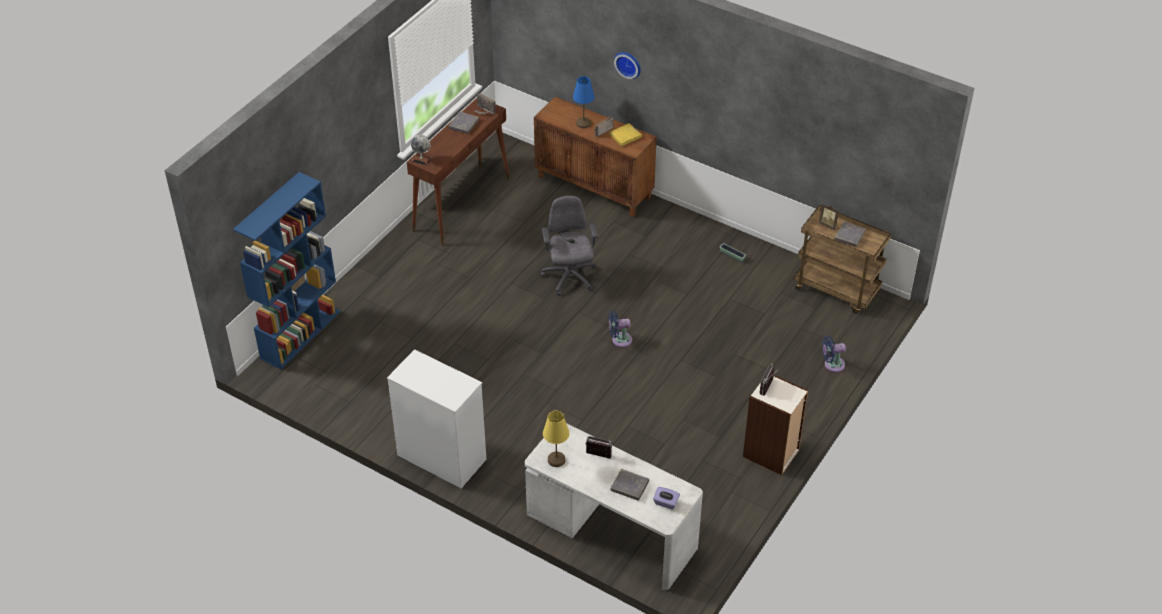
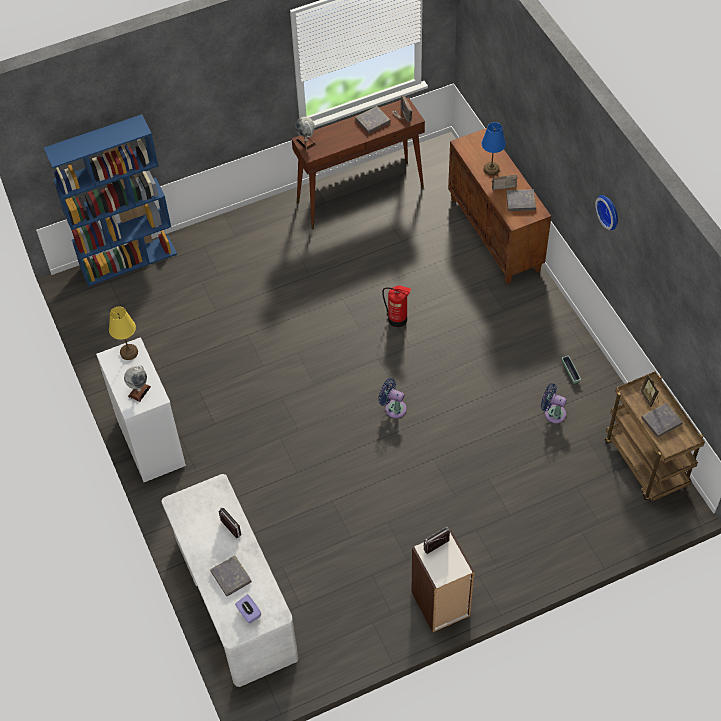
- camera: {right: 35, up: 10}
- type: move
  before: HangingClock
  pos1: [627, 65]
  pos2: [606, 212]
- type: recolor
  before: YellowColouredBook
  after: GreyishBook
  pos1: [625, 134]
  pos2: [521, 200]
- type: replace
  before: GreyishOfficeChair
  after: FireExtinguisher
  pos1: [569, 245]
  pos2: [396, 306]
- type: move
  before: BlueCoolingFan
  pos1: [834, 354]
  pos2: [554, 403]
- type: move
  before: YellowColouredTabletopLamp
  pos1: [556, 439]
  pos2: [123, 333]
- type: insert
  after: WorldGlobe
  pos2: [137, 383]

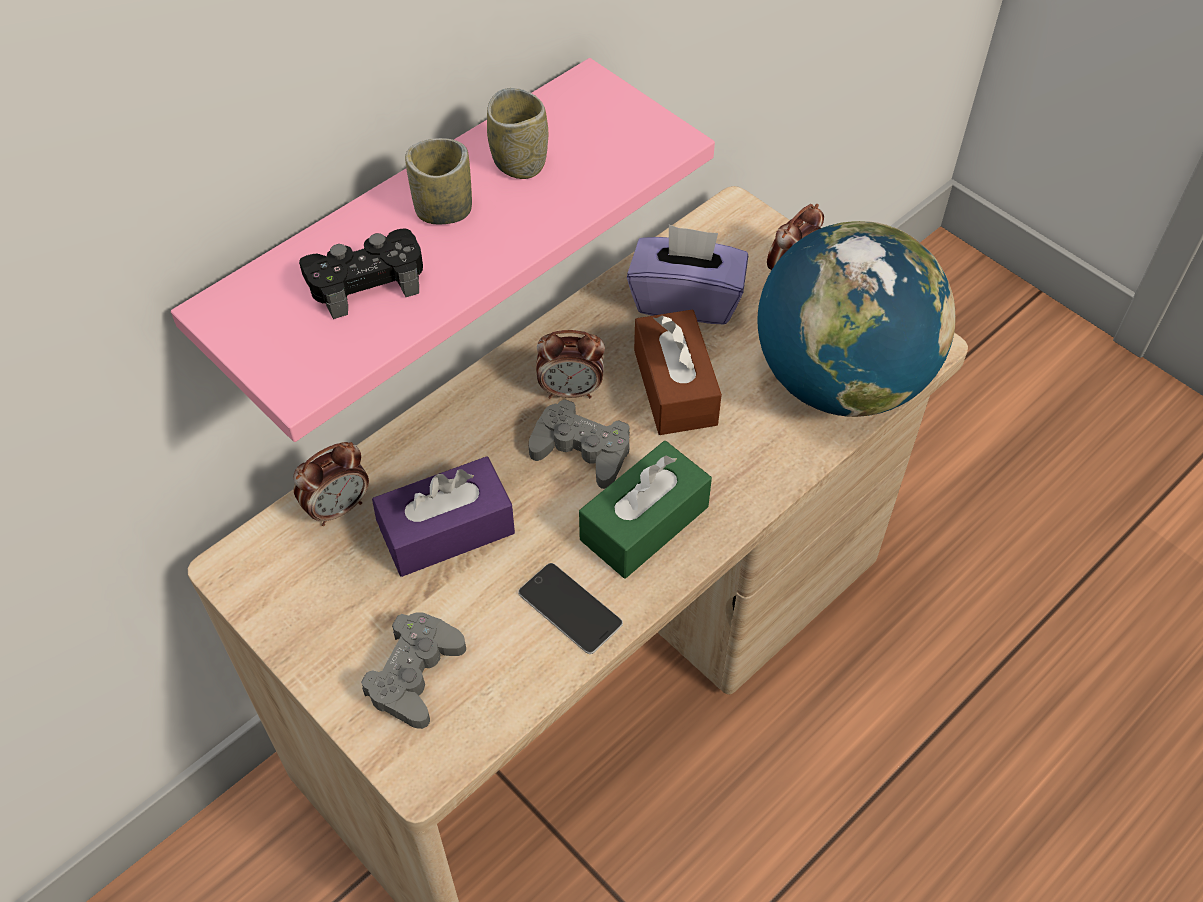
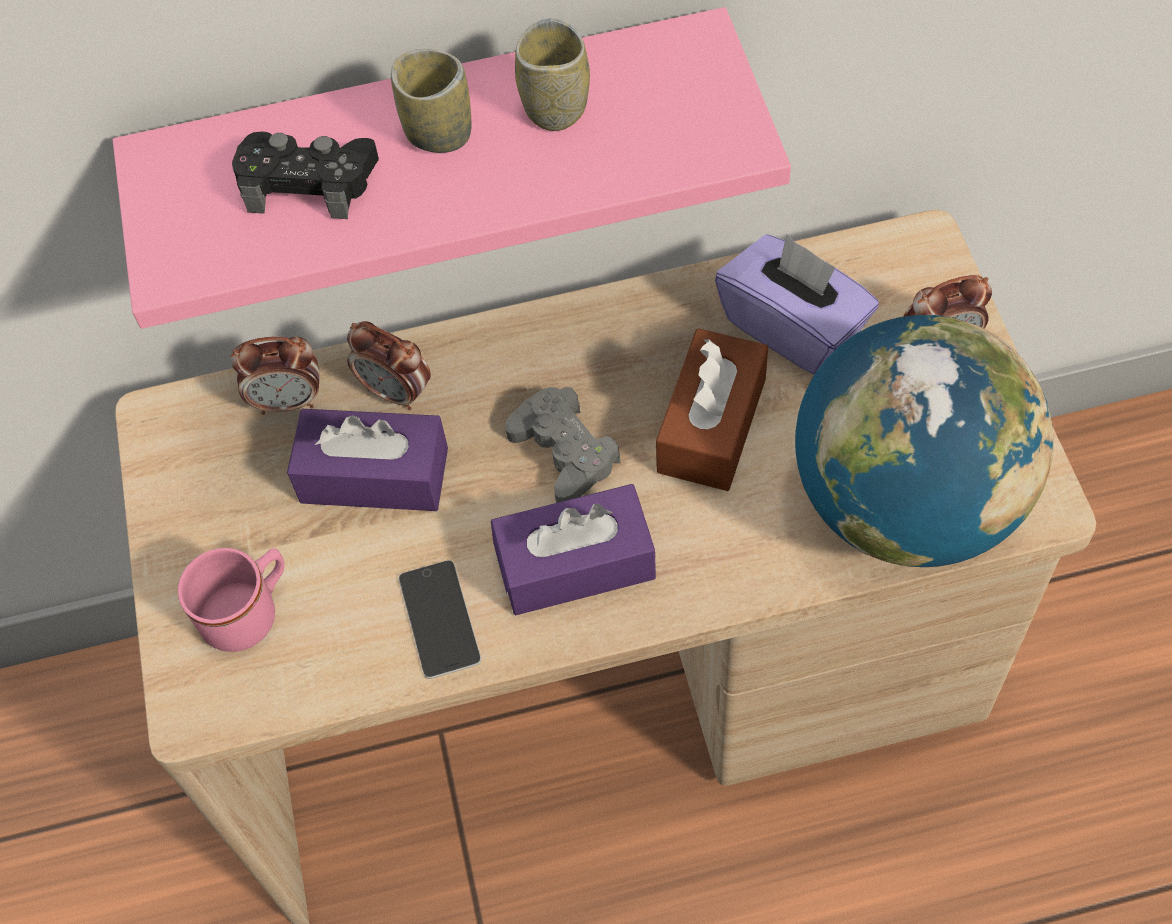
- camera: {right: 35, up: 5}
- type: move
  before: BedsideClock
  pos1: [570, 364]
  pos2: [389, 365]
- type: recolor
  before: GreenColouredTissueHolder
  after: PurpleTissueHolder
  pos1: [645, 509]
  pos2: [573, 549]
- type: replace
  before: GreyishGameController
  after: PinkTeaMug
  pos1: [413, 670]
  pos2: [231, 600]

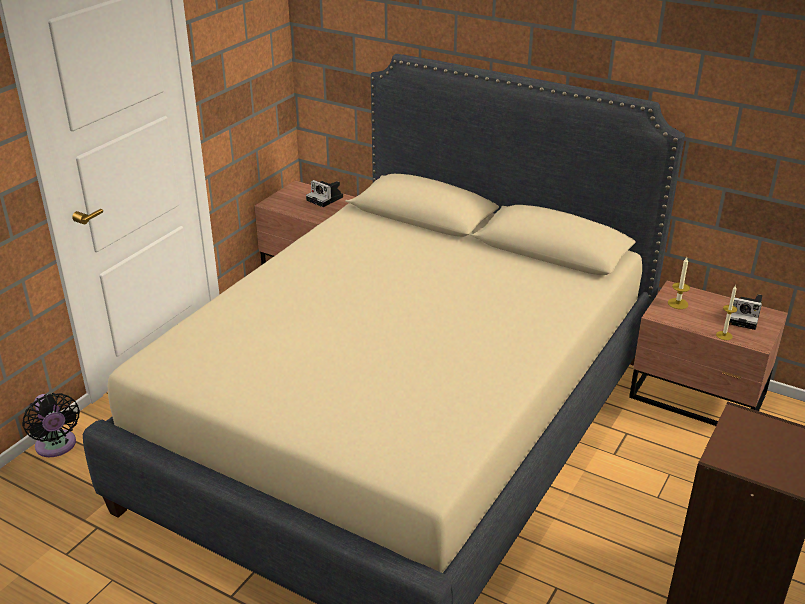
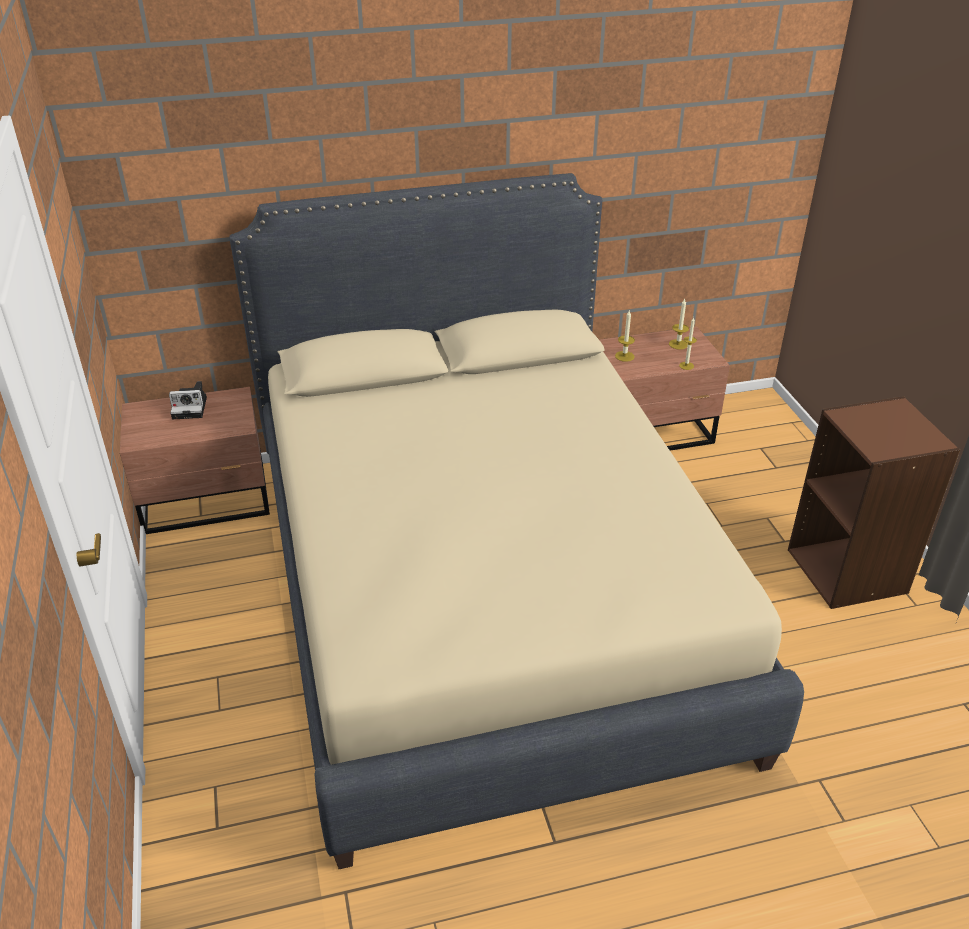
- camera: {right: -45, up: 5}
- type: replace
  before: StillCamera
  after: Candle
  pos1: [745, 312]
  pos2: [679, 324]
- type: delete
  before: BlackCoolingFan
  pos1: [51, 425]

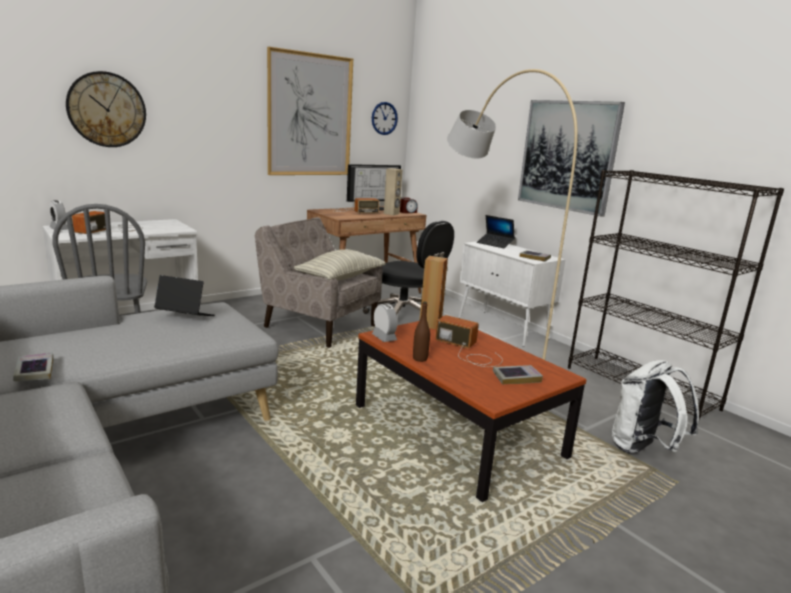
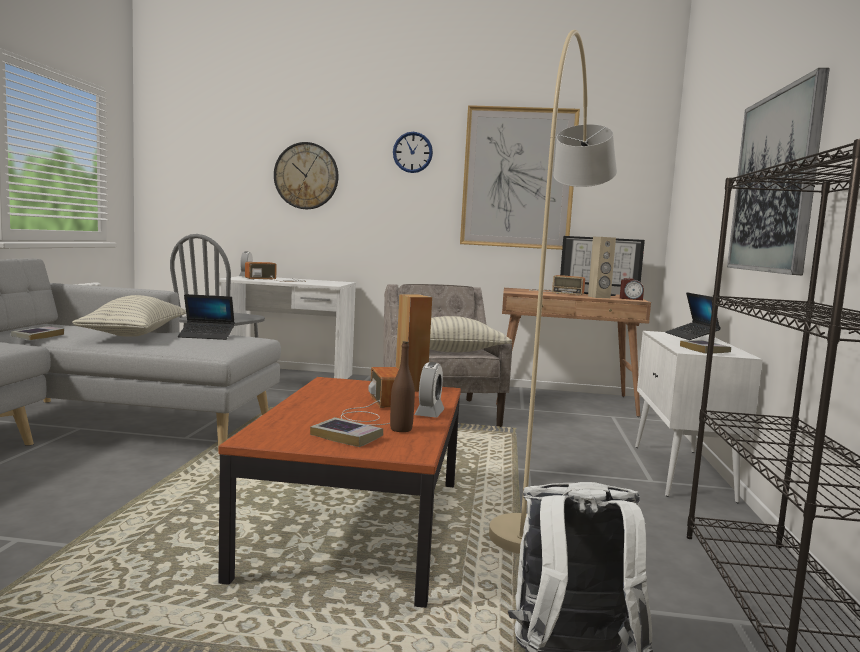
- camera: {right: 45, up: -10}
- type: move
  before: HangingClock
  pos1: [385, 118]
  pos2: [413, 152]
- type: delete
  before: BlackOfficeChair
  pos1: [408, 268]
- type: rotate
  before: PortableComputer
  pos1: [184, 295]
  pos2: [206, 317]
  turn: 120
- type: move
  before: BrownColouredDrinkBottle
  pos1: [421, 332]
  pos2: [402, 386]
- type: move
  before: BedsideClock
  pos1: [384, 322]
  pos2: [429, 389]
- type: insert
  after: Cushion
  pos2: [129, 316]

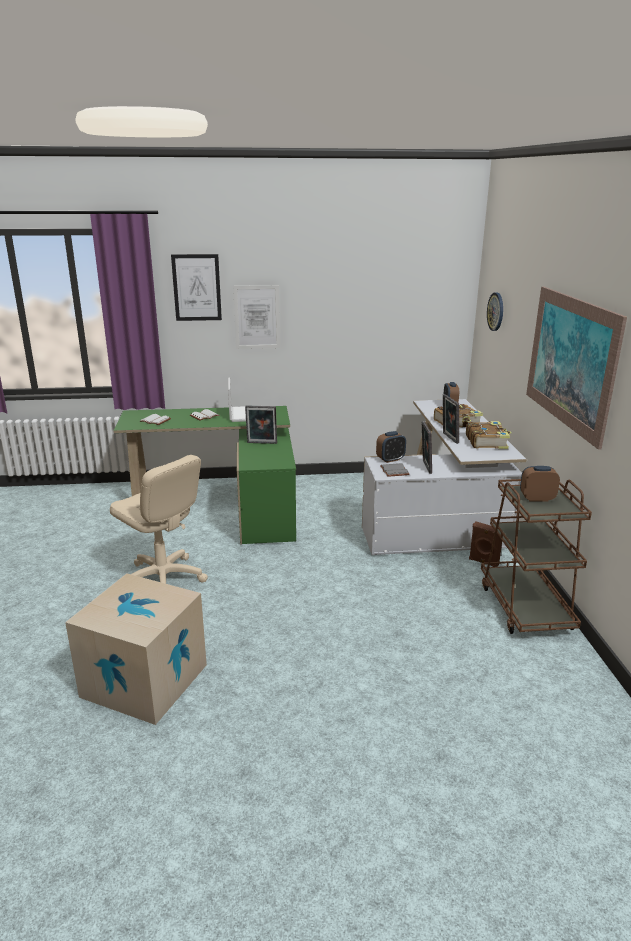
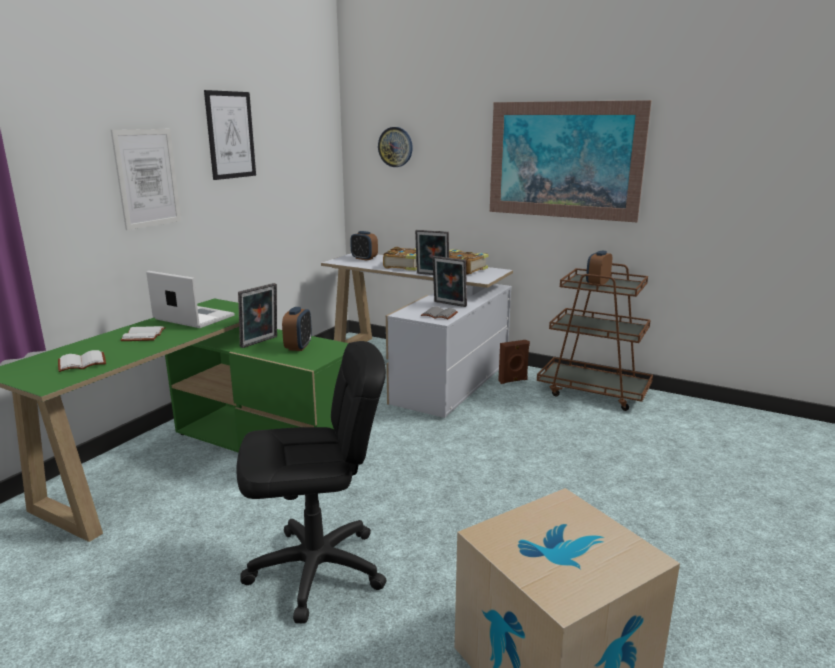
- camera: {right: -55, up: -5}
- type: move
  before: WallArt
  pos1: [196, 287]
  pos2: [230, 135]
- type: move
  before: BedsideClock
  pos1: [391, 447]
  pos2: [297, 329]
- type: recolor
  before: BeigeOfficeChair
  after: BlackOfficeChair
  pos1: [159, 519]
  pos2: [311, 482]

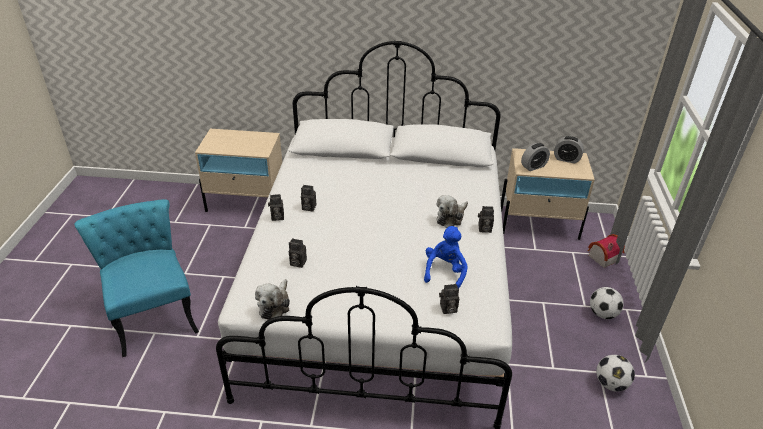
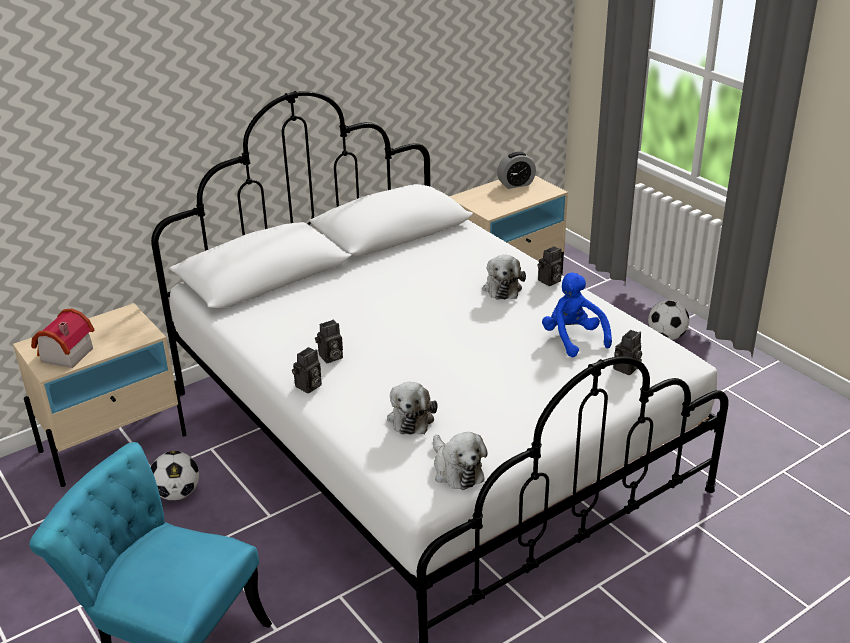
- camera: {right: -40, up: -5}
- type: delete
  before: BedsideClock
  pos1: [535, 157]
- type: move
  before: MiniatureHouse
  pos1: [606, 251]
  pos2: [63, 338]
- type: replace
  before: StillCamera
  after: CuddlyToy
  pos1: [298, 253]
  pos2: [412, 408]
- type: move
  before: FootballBall
  pos1: [615, 373]
  pos2: [175, 476]

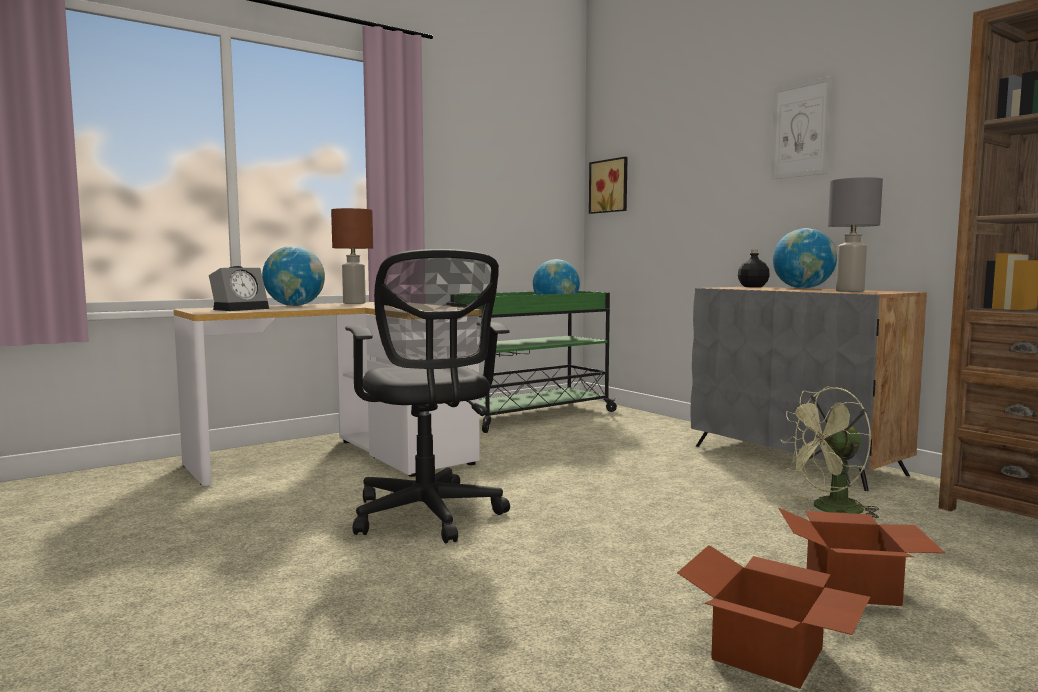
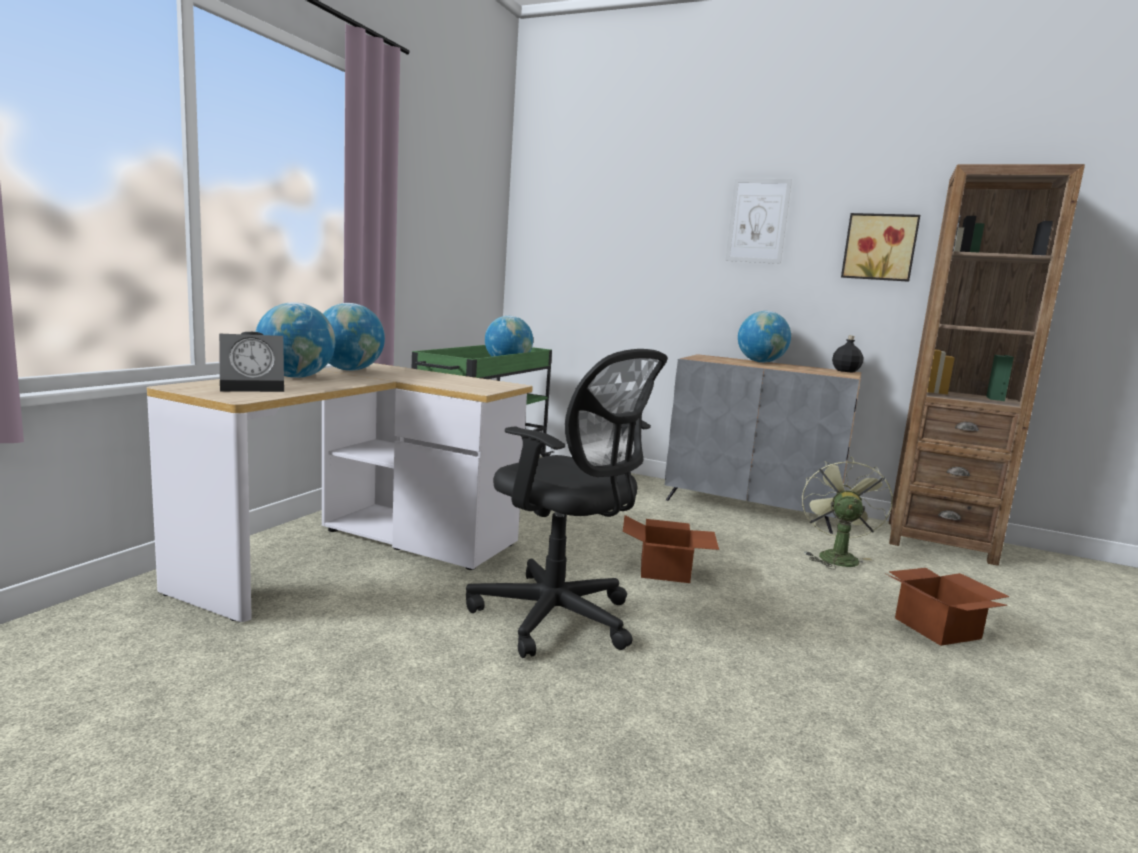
- camera: {right: -30, up: 5}
- type: move
  before: WallArt
  pos1: [608, 185]
  pos2: [880, 247]
- type: delete
  before: GreyishTabletopLamp
  pos1: [855, 234]
- type: replace
  before: BrownColouredTabletopLamp
  after: WorldGlobe
  pos1: [352, 256]
  pos2: [354, 337]
- type: move
  before: BlackDrinkBottle
  pos1: [754, 268]
  pos2: [847, 354]
- type: rotate
  before: BedsideClock
  pos1: [239, 288]
  pos2: [251, 362]
  turn: 60
- type: rotate
  before: GreenColouredCoolingFan
  pos1: [830, 452]
  pos2: [847, 513]
  turn: 150
- type: move
  before: PackingBox
  pos1: [774, 617]
  pos2: [671, 549]

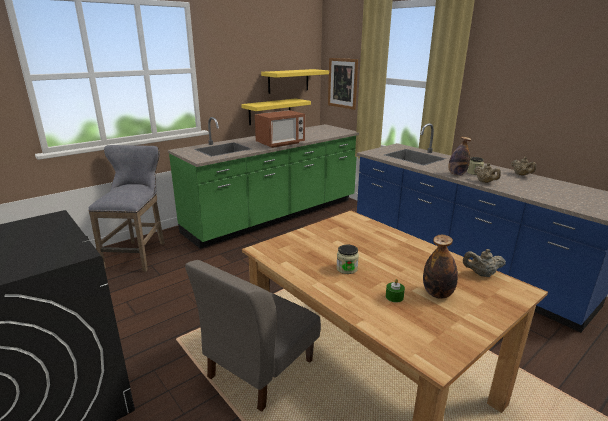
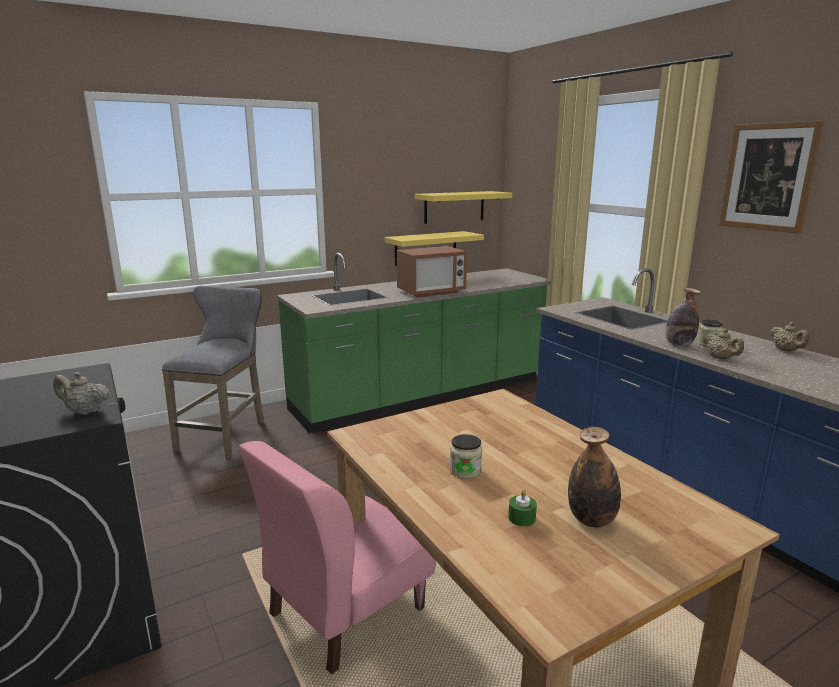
- camera: {right: 10, up: -5}
- type: move
  before: WallArt
  pos1: [343, 84]
  pos2: [771, 177]
- type: move
  before: BeigeTeapot
  pos1: [484, 263]
  pos2: [81, 393]
- type: recolor
  before: GreyishUprightChair
  after: PinkUprightChair
  pos1: [253, 336]
  pos2: [337, 558]

